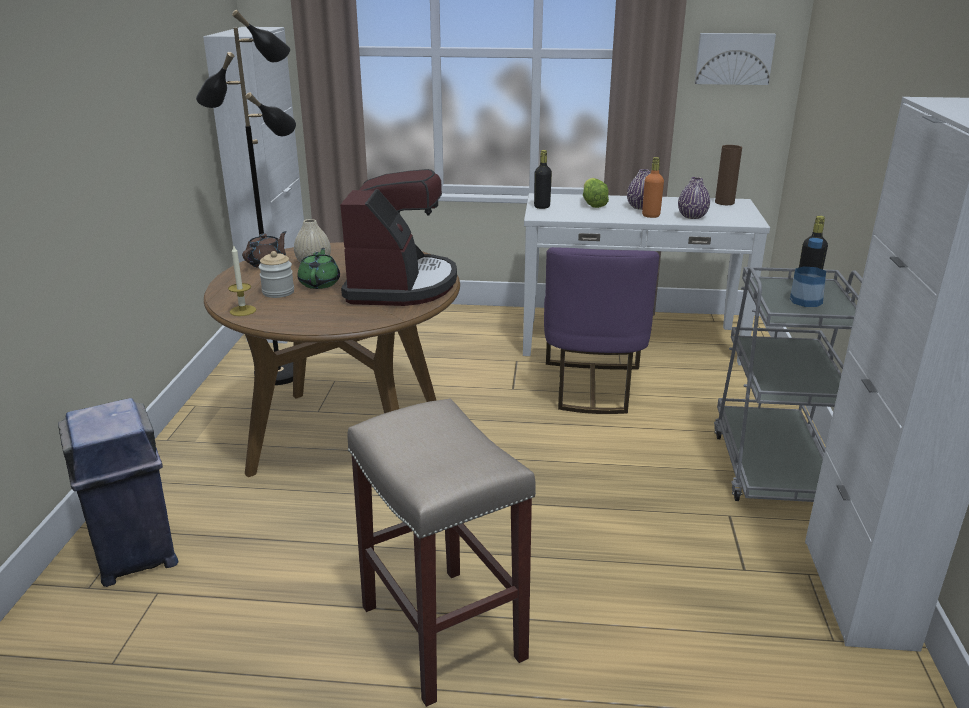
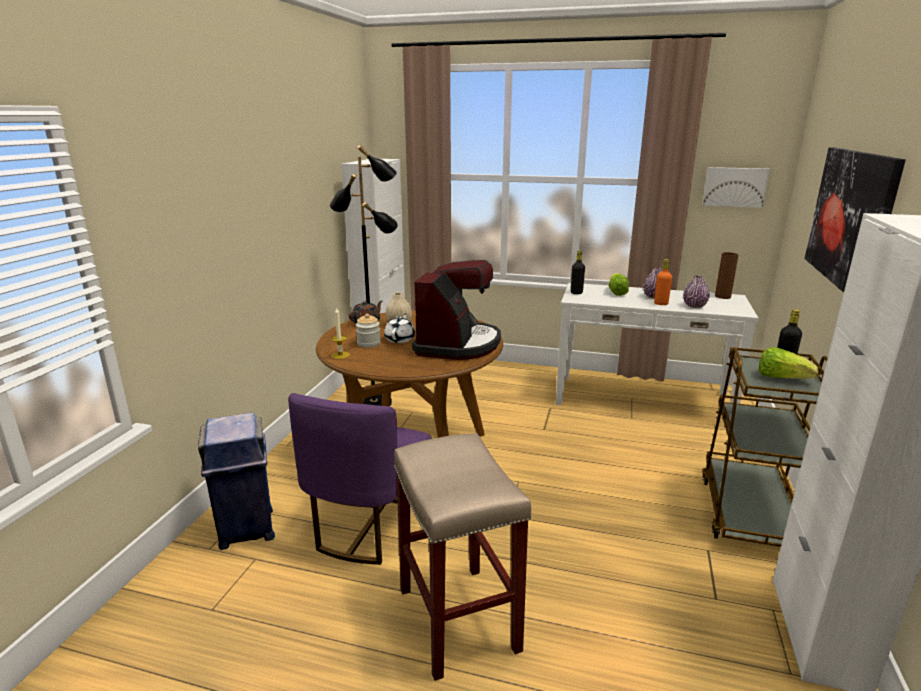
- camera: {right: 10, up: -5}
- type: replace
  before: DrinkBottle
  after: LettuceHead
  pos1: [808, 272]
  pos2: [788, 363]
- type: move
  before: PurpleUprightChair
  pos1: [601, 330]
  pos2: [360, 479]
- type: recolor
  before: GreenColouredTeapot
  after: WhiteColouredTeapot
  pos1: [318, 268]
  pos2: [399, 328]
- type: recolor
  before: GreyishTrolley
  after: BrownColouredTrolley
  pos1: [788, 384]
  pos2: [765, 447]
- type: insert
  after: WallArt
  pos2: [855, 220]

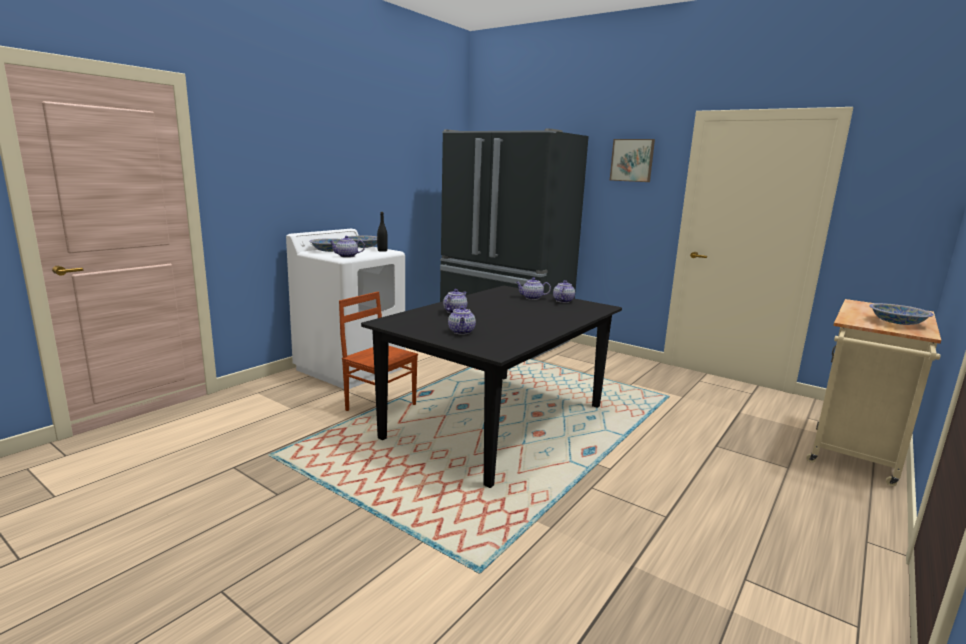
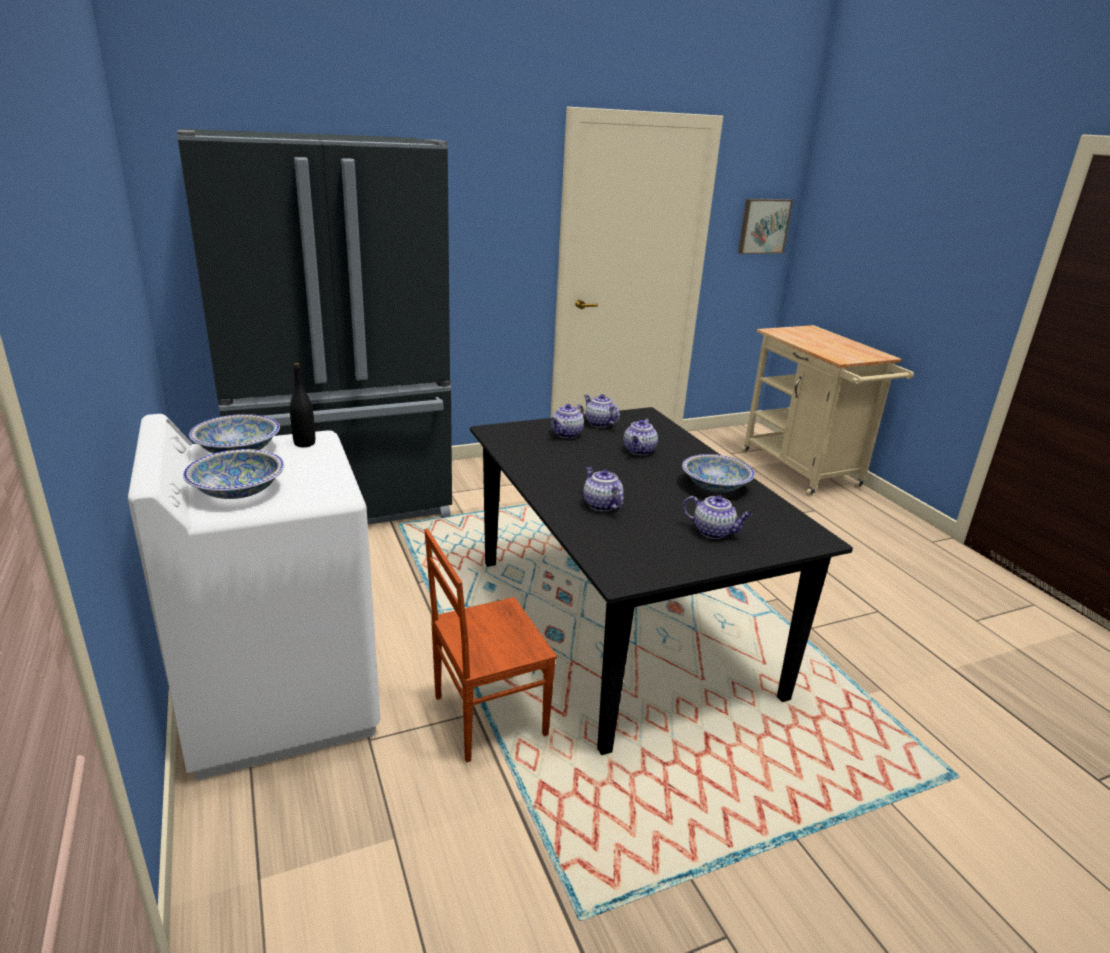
- camera: {right: -60, up: 10}
- type: move
  before: WallArt
  pos1: [632, 160]
  pos2: [765, 226]
- type: move
  before: Teapot
  pos1: [347, 247]
  pos2: [641, 437]
- type: move
  before: DeepDish
  pos1: [901, 314]
  pos2: [718, 473]

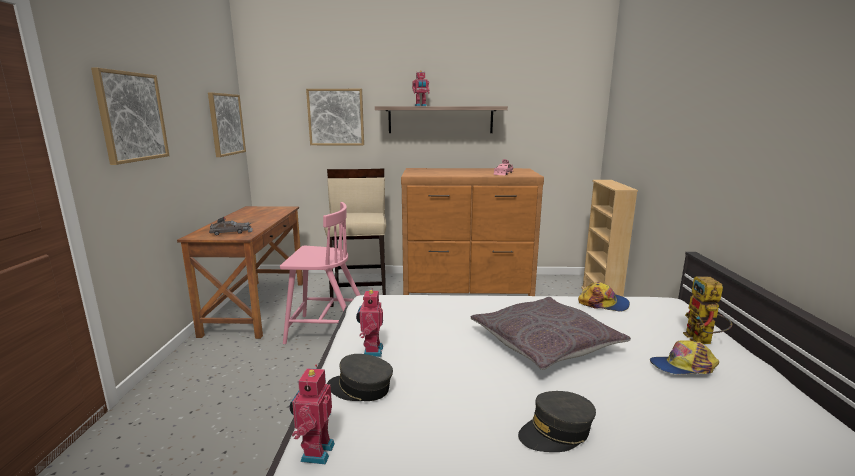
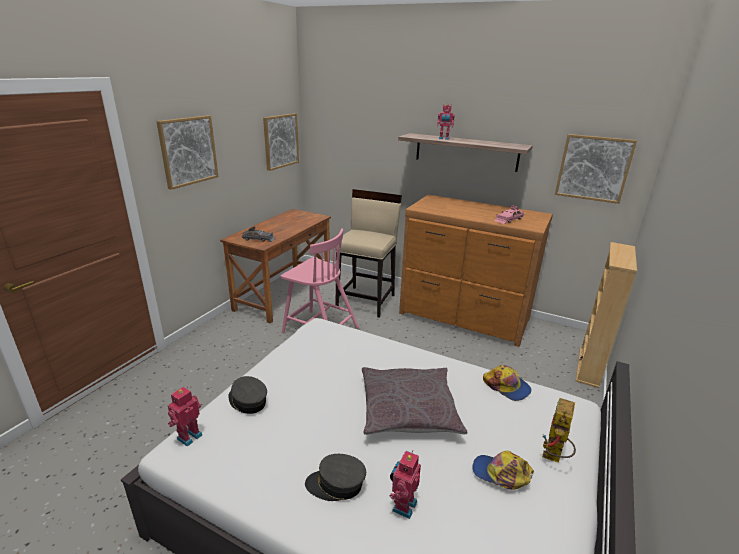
- camera: {right: 25, up: 10}
- type: move
  before: WallArt
  pos1: [335, 117]
  pos2: [596, 169]
- type: move
  before: ModelRobot
  pos1: [369, 322]
  pos2: [405, 484]

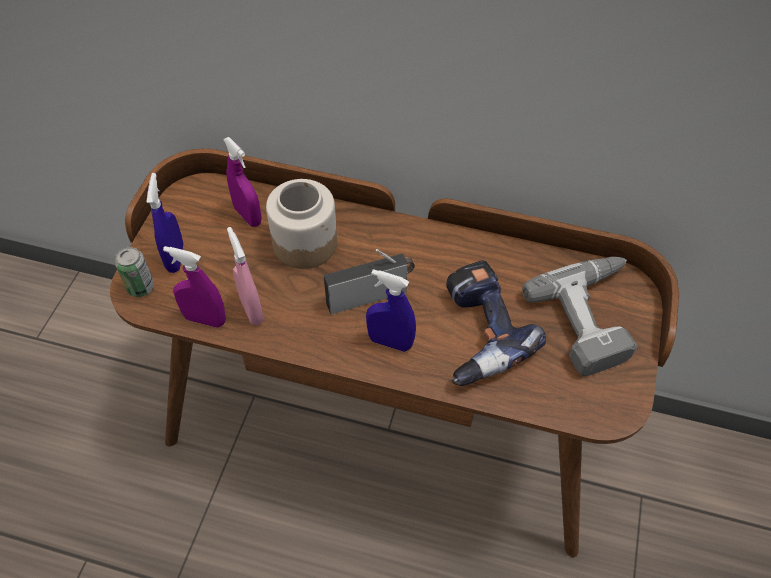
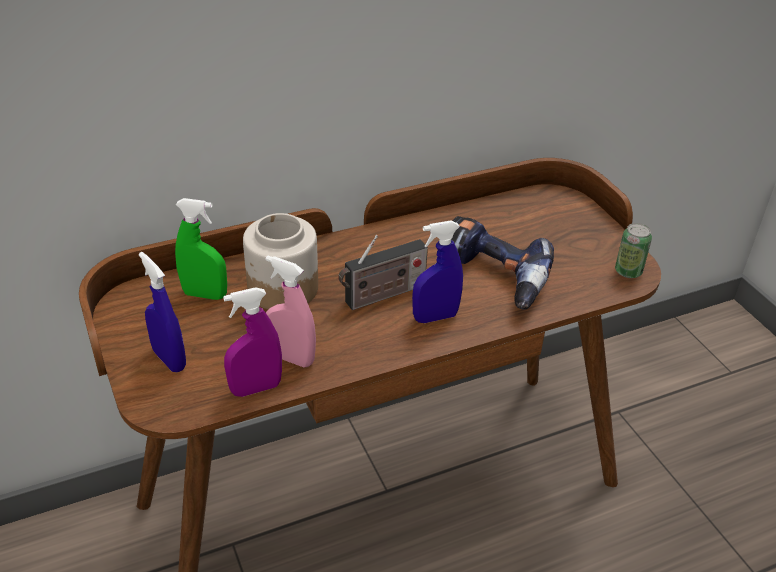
- camera: {right: -40, up: -15}
- type: recolor
  before: PurpleHandSprayer
  after: GreenColouredHandSprayer
  pos1: [242, 182]
  pos2: [201, 249]
- type: move
  before: Can
  pos1: [134, 272]
  pos2: [633, 250]
- type: rotate
  before: Radio
  pos1: [369, 281]
  pos2: [383, 272]
  turn: -150
- type: delete
  before: PowerDrill
  pos1: [579, 316]

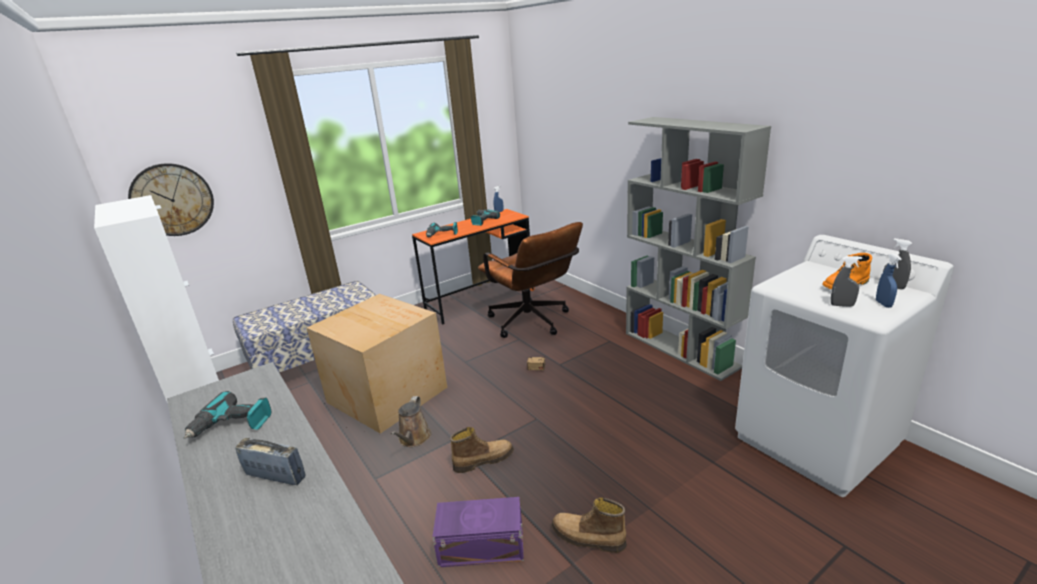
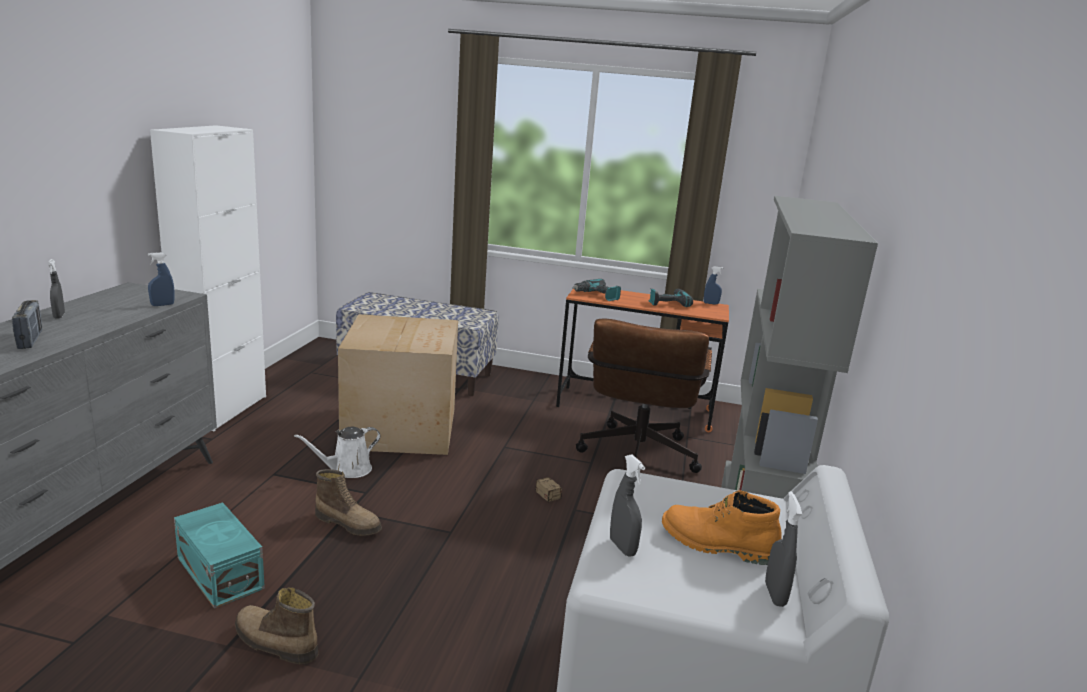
- camera: {right: 45, up: -5}
- type: delete
  before: HangingClock
  pos1: [171, 199]
- type: move
  before: BlueHandSprayer
  pos1: [889, 280]
  pos2: [161, 279]
- type: delete
  before: PowerDrill
  pos1: [227, 415]
- type: recolor
  before: BrownColouredWateringCan
  after: WhiteColouredWateringCan
  pos1: [411, 421]
  pos2: [337, 452]
- type: recolor
  before: PurpleStorageBox
  after: TurquoiseColouredStorageBox
  pos1: [478, 532]
  pos2: [219, 555]
- type: rotate
  before: TallBoot
  pos1: [589, 525]
  pos2: [276, 625]
  turn: -45
- type: insert
  after: GreyishHandSprayer
  pos2: [56, 289]

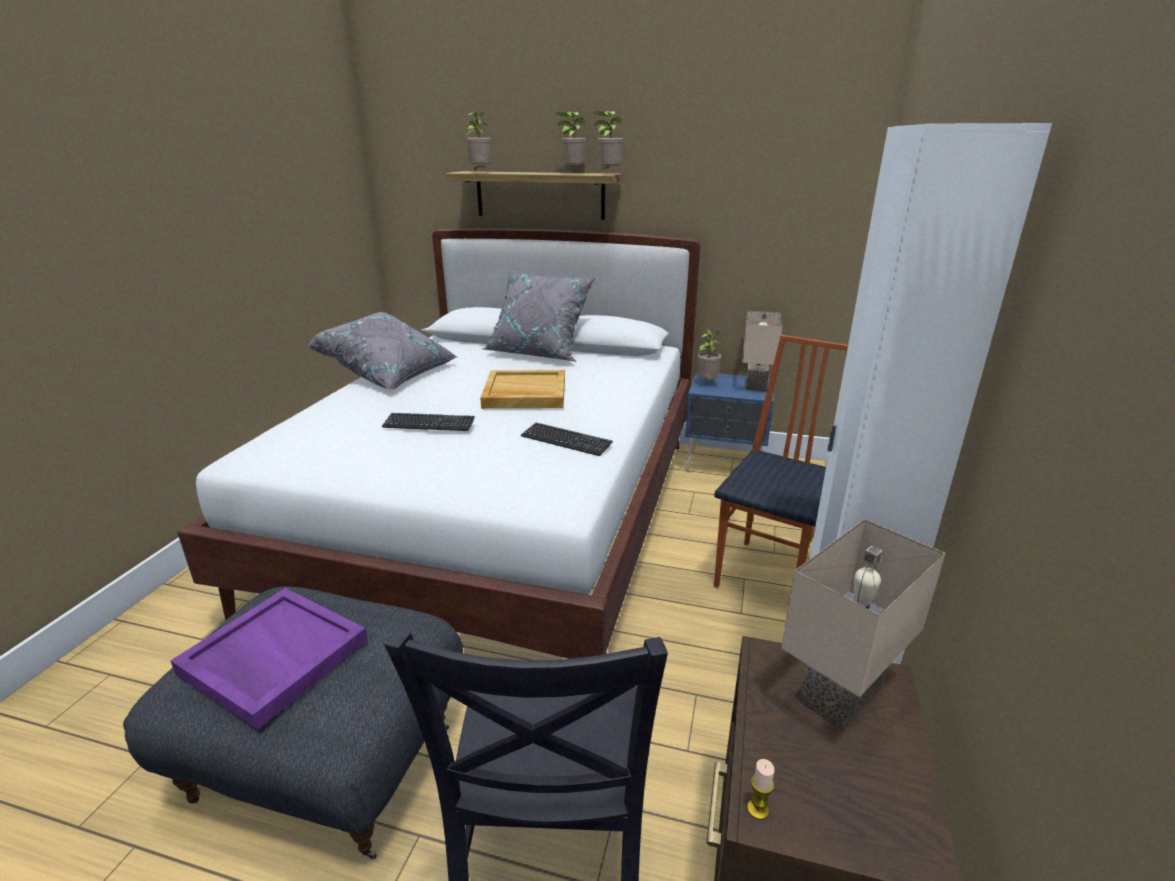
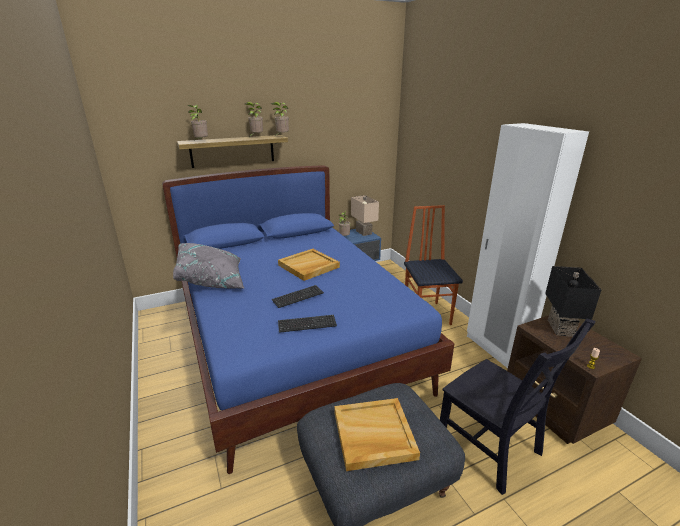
- camera: {right: -40, up: 0}
- type: recolor
  before: WhiteColouredBed
  after: BlueBed
  pos1: [439, 443]
  pos2: [308, 319]
- type: delete
  before: GreyishCushion
  pos1: [539, 315]
- type: move
  before: Keyboard
  pos1: [567, 439]
  pos2: [307, 324]
- type: recolor
  before: BeigeTabletopLamp
  after: BlackTabletopLamp
  pos1: [863, 625]
  pos2: [573, 301]
- type: recolor
  before: PurpleServingTray
  after: BeigeServingTray
  pos1: [269, 659]
  pos2: [377, 434]

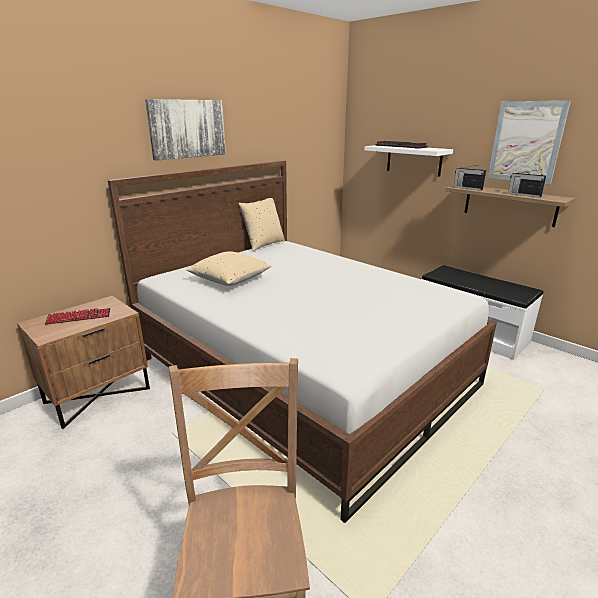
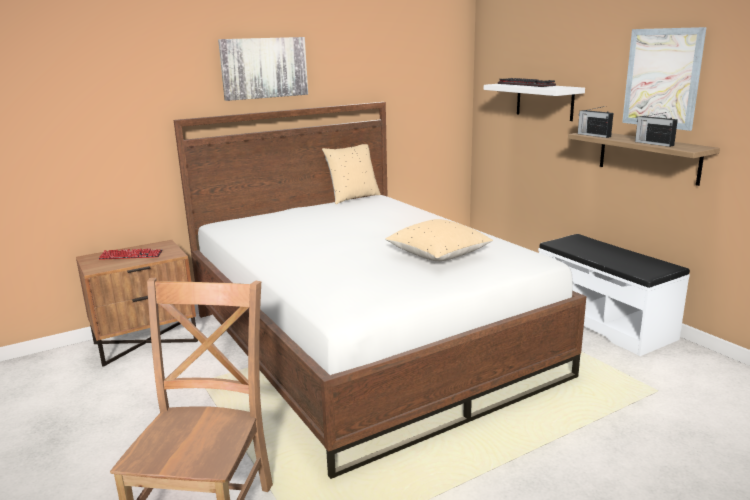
- camera: {right: 15, up: -5}
- type: move
  before: BeigeCushion
  pos1: [228, 268]
  pos2: [439, 240]

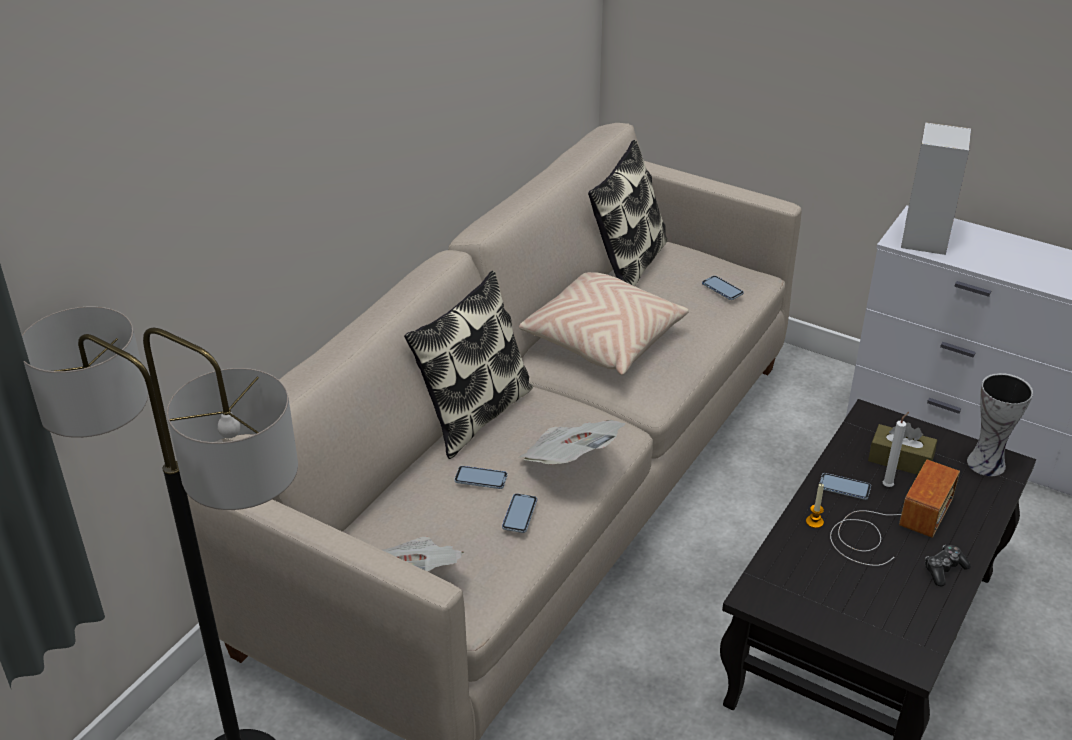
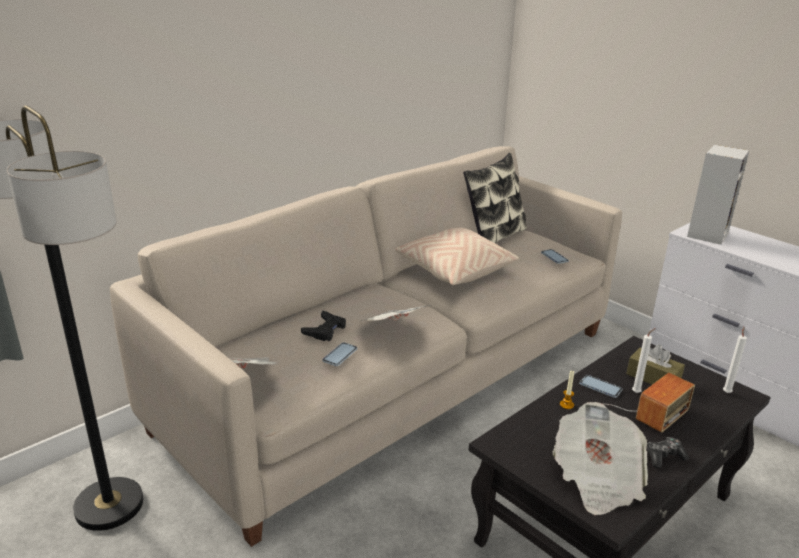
- camera: {right: 15, up: -10}
- type: delete
  before: Cushion
  pos1: [468, 365]
- type: replace
  before: DecorativeVase
  after: WhiteColouredCandle
  pos1: [1000, 424]
  pos2: [735, 360]
- type: replace
  before: Telephone
  after: BlackGameController
  pos1: [481, 477]
  pos2: [323, 326]
- type: insert
  after: Newspaper
  pos2: [600, 458]

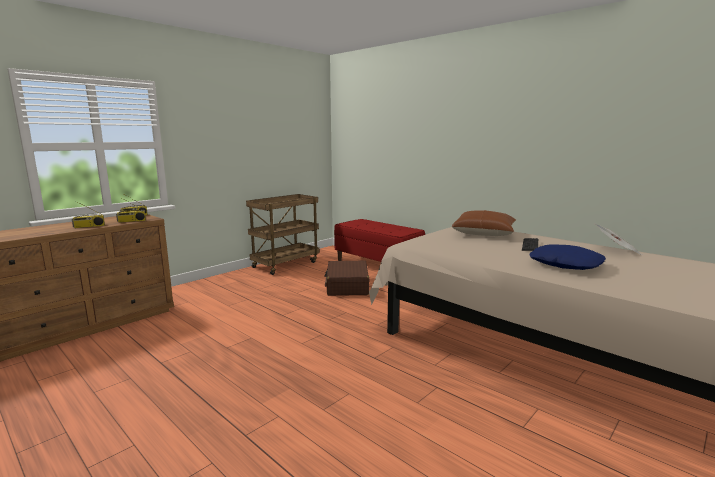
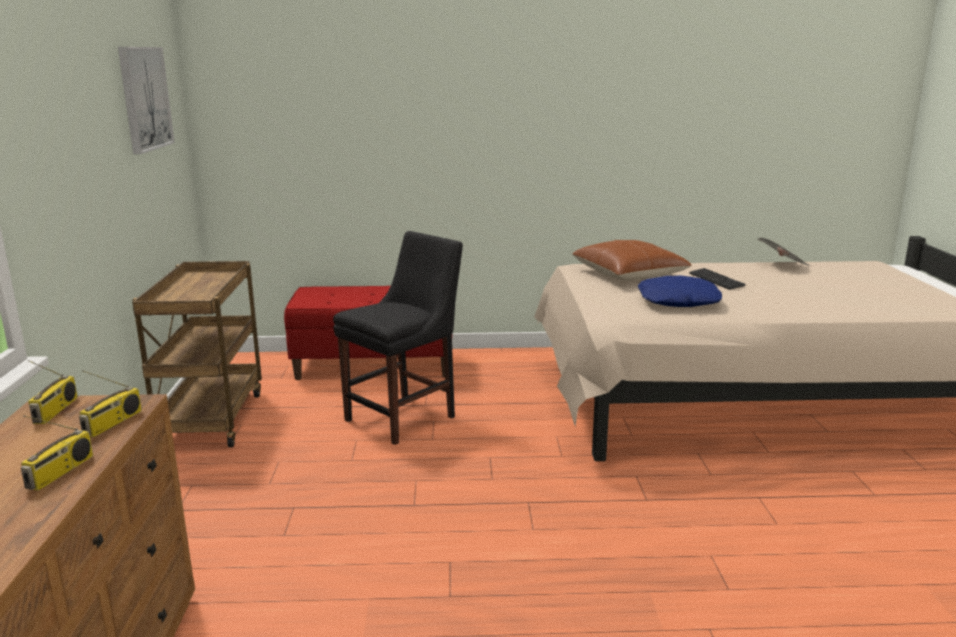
- camera: {right: -45, up: 5}
- type: move
  before: BlueCushion
  pos1: [568, 257]
  pos2: [680, 291]
- type: replace
  before: BrownColouredTravelCase
  after: BlackUprightChair
  pos1: [347, 278]
  pos2: [398, 338]
- type: insert
  after: WallArt
  pos2: [146, 100]

